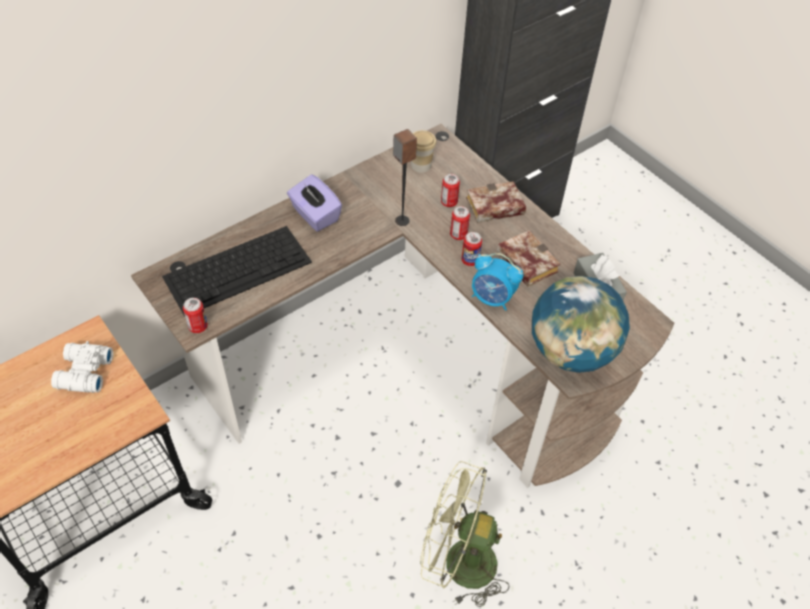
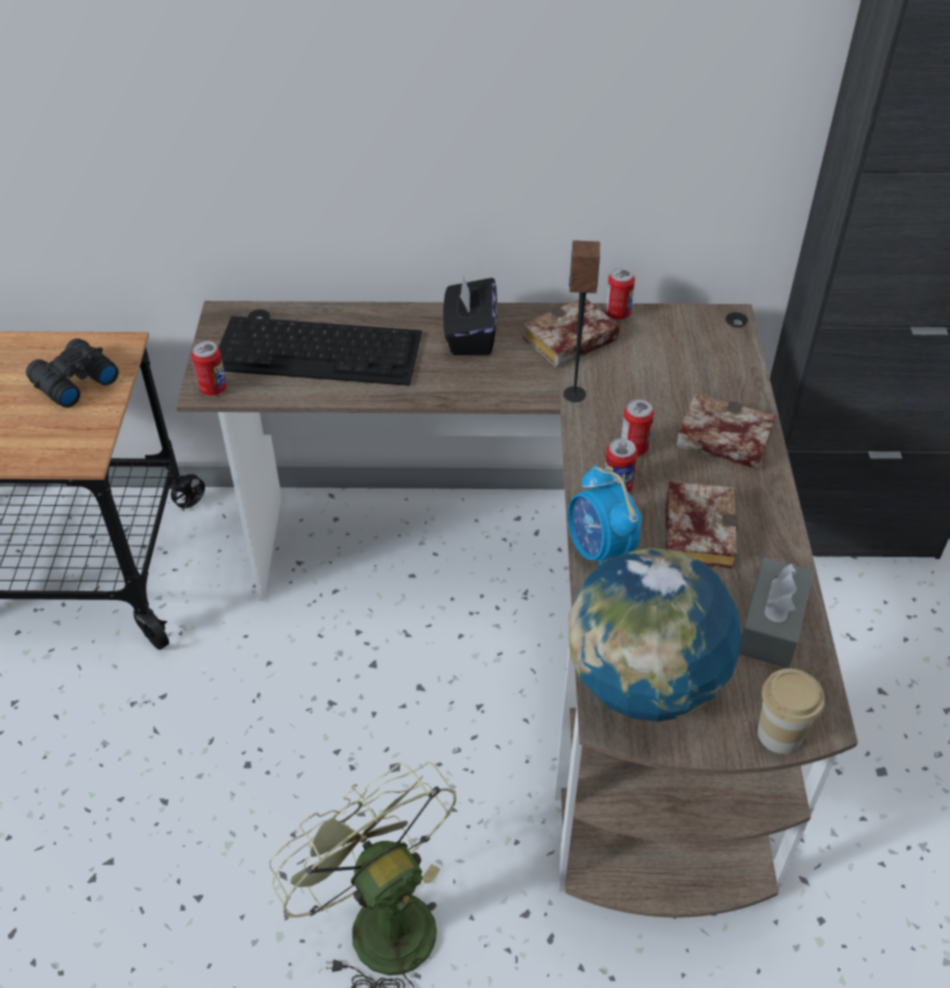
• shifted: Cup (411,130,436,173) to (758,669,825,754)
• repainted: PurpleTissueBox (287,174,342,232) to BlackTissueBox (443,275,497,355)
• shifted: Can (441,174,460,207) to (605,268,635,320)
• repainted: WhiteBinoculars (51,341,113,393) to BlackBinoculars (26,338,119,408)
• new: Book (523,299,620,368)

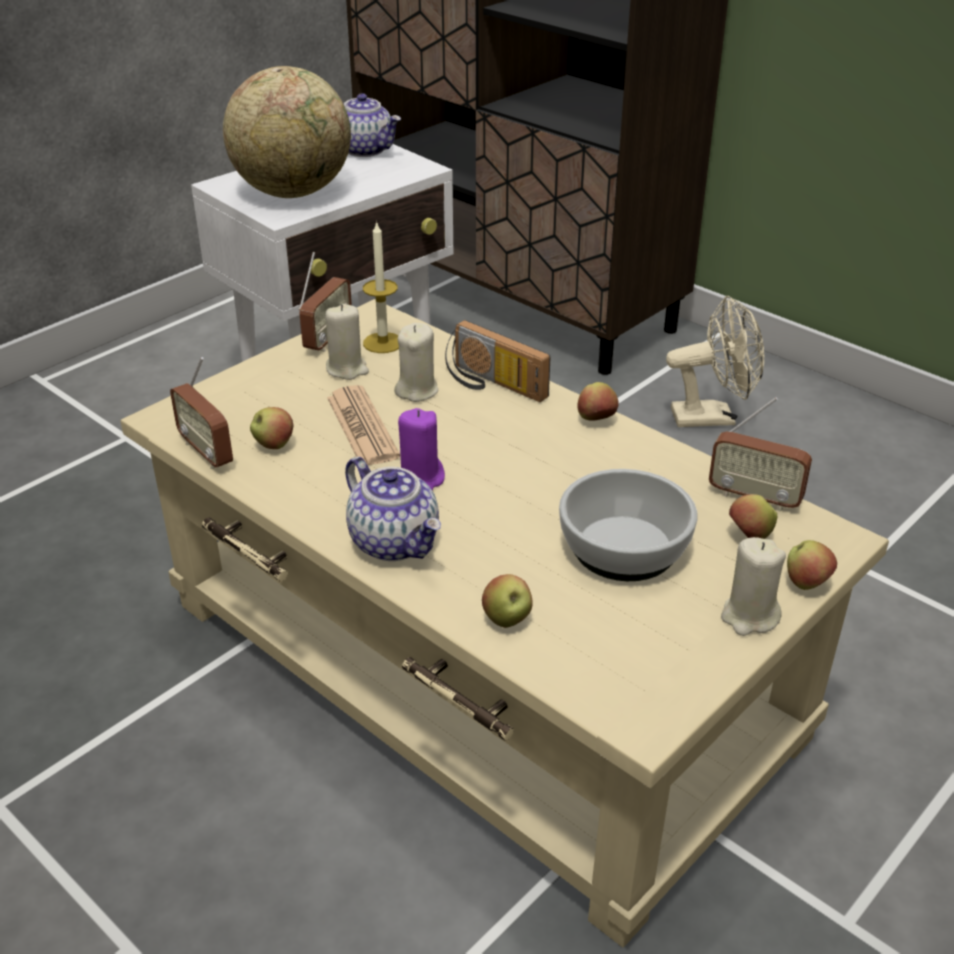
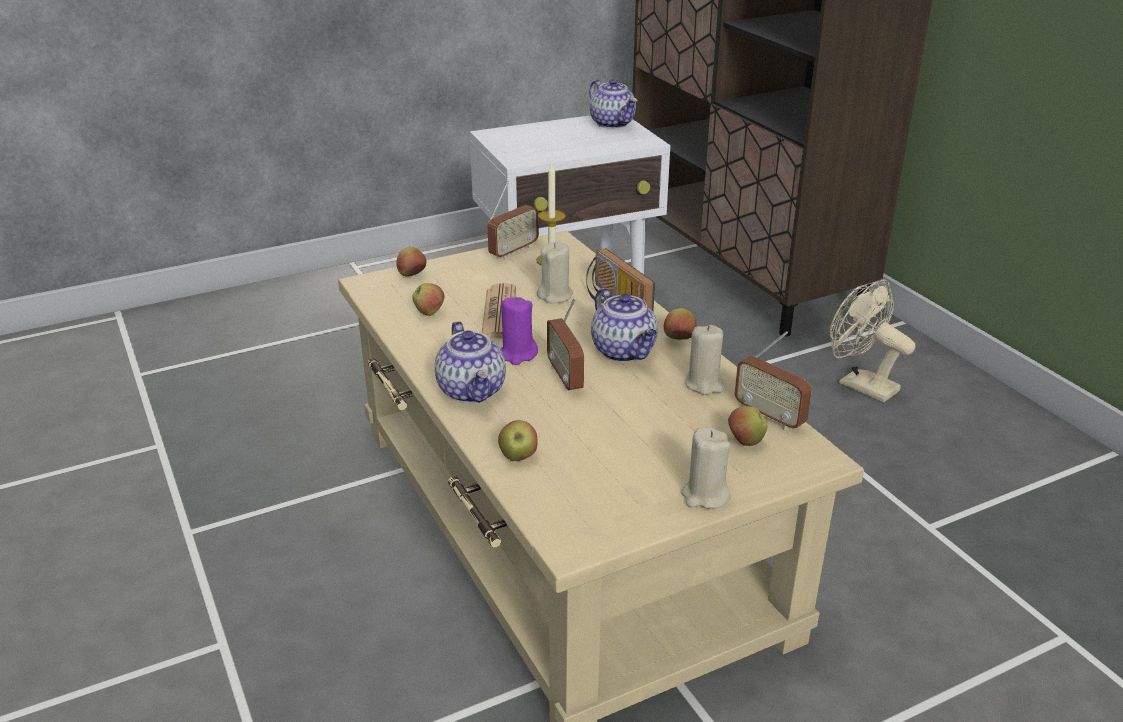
• gone: Globe (223,66,351,198)
• rotated: BeigeFan (666,296,765,427) = (830,279,915,402) 150 degrees counterclockwise
• shifted: BeigeCandle (325,304,369,380) to (685,325,724,395)
• shifted: Radio (170,357,233,469) to (547,298,584,391)
• gone: Bowl (559,469,697,581)
• shifted: Apple (787,540,837,590) to (396,247,426,277)
• new: Teapot (591,288,658,362)

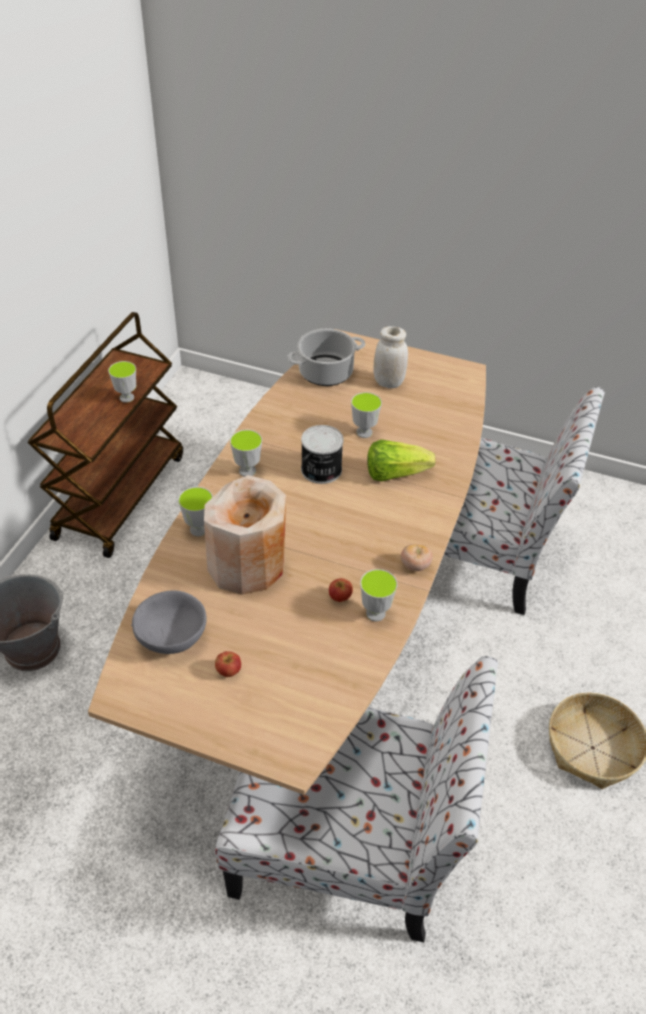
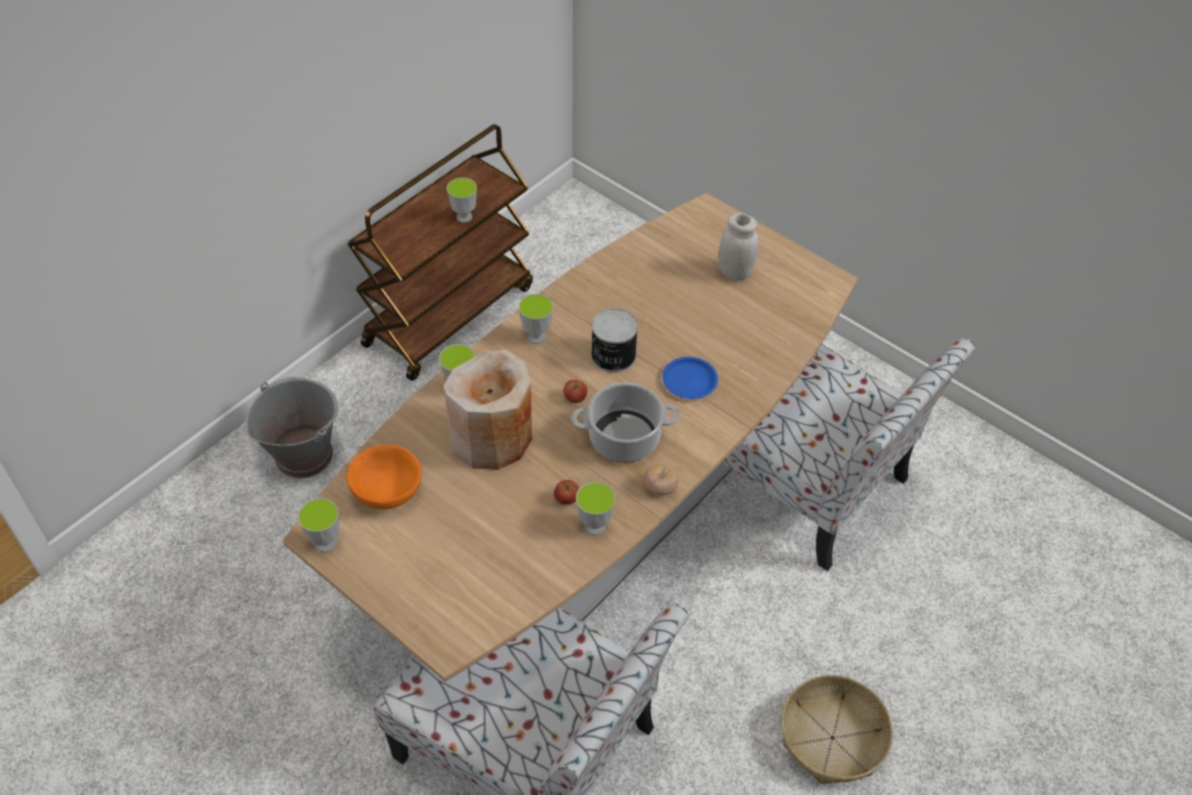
• shifted: CookingPot (287,329,365,386) to (572,383,680,462)
• shifted: Cup (351,392,382,438) to (298,498,339,552)
• swapped: Lettuce (367,440,436,481) to BluePlate (662,357,718,399)
• repainted: GreyBowl (131,590,206,654) to OrangeBowl (346,445,422,509)
• shifted: Apple (215,651,241,677) to (563,380,587,403)

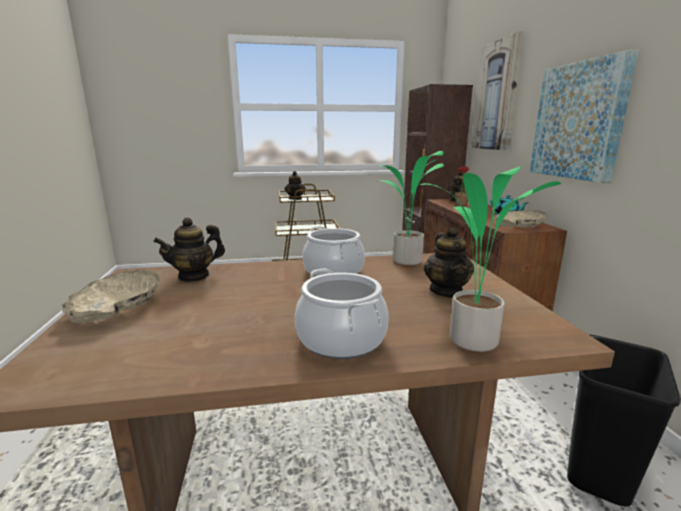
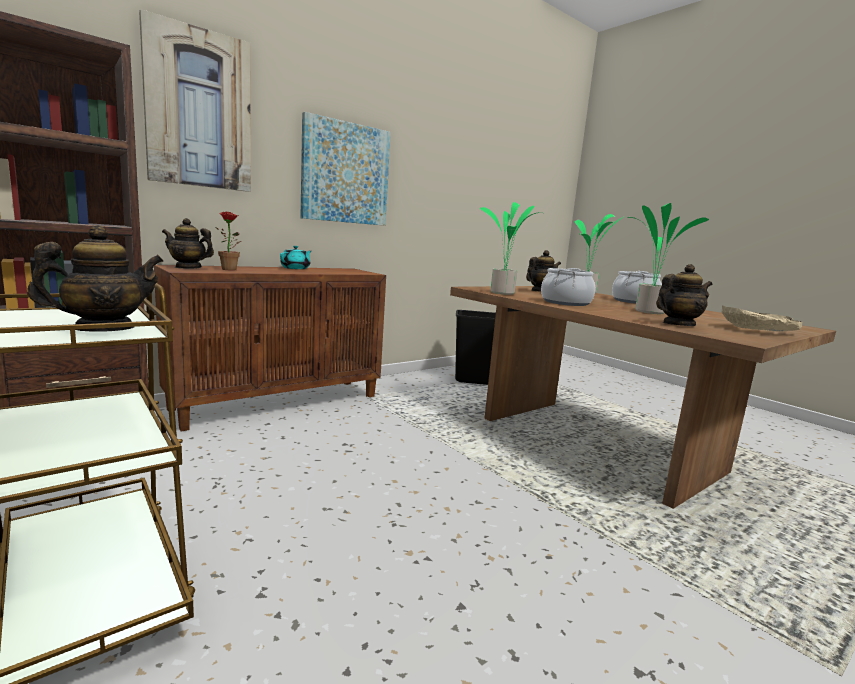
• gone: BeigeBowl (494,210,548,228)
• rotated: Teapot (153,217,225,282) = (656,264,713,326) 45 degrees counterclockwise
• new: PottedPlant (627,203,709,314)

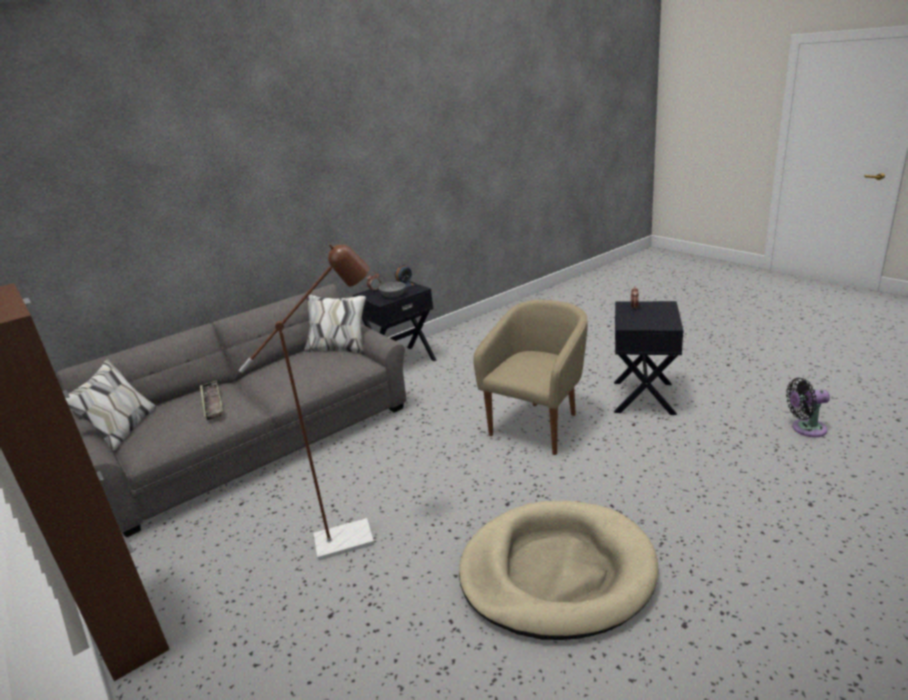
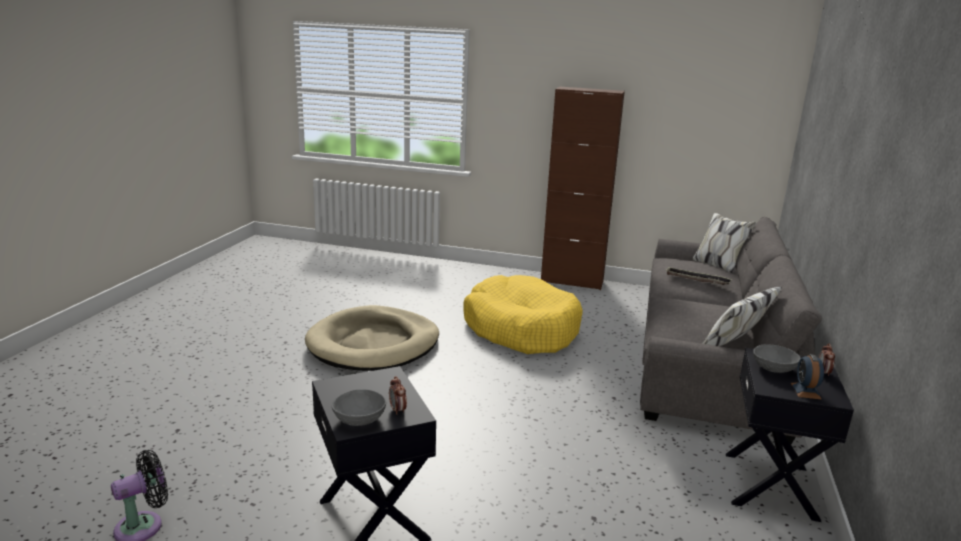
• swapped: BrownFloorLamp (239,244,374,561) to YellowDogBed (463,275,583,354)
• gone: BeigeArmchair (473,300,588,455)
• new: GreyBowl (332,389,386,426)

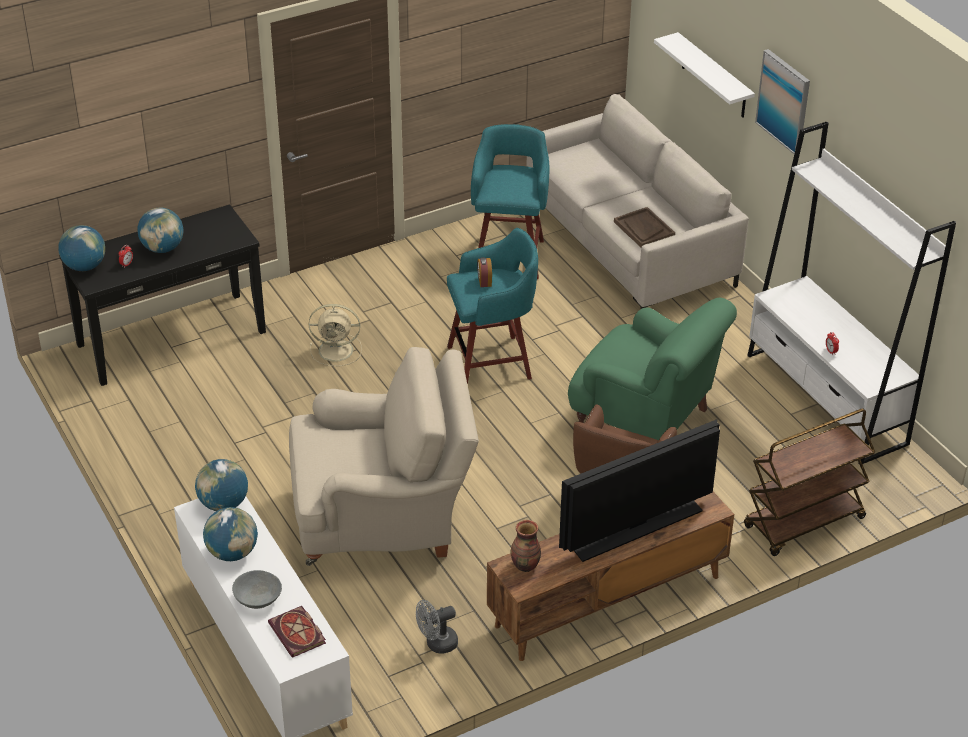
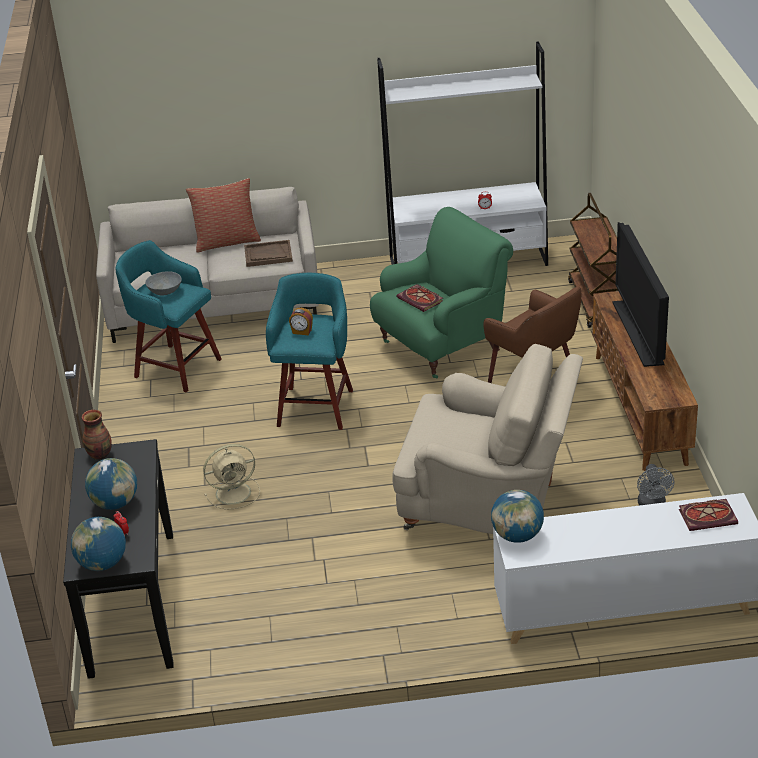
• gone: WhiteShelf (654,32,755,118)
• gone: Picture (755,49,810,154)
• rotated: BeigeFan (309,304,362,366) = (203,444,260,510) 45 degrees clockwise
• rotated: BeigeArmchair (289,347,479,566) = (392,344,583,534) 90 degrees clockwise
• gone: Globe (203,507,258,561)
• shifted: Vase (511,520,541,572) to (82,410,112,460)
• shifted: GreyBowl (232,570,282,609) to (145,271,182,295)
• new: Pillow (186,178,261,253)
• new: Book (397,284,443,312)

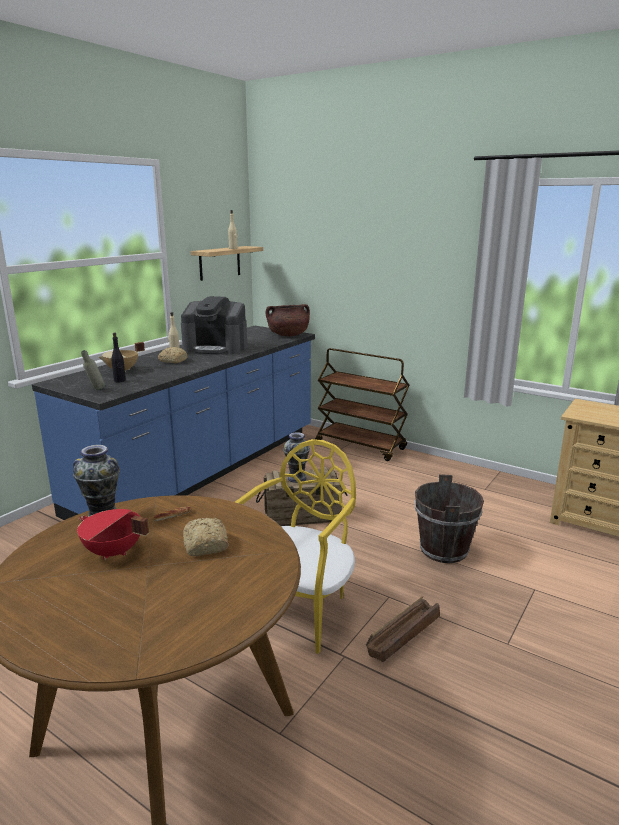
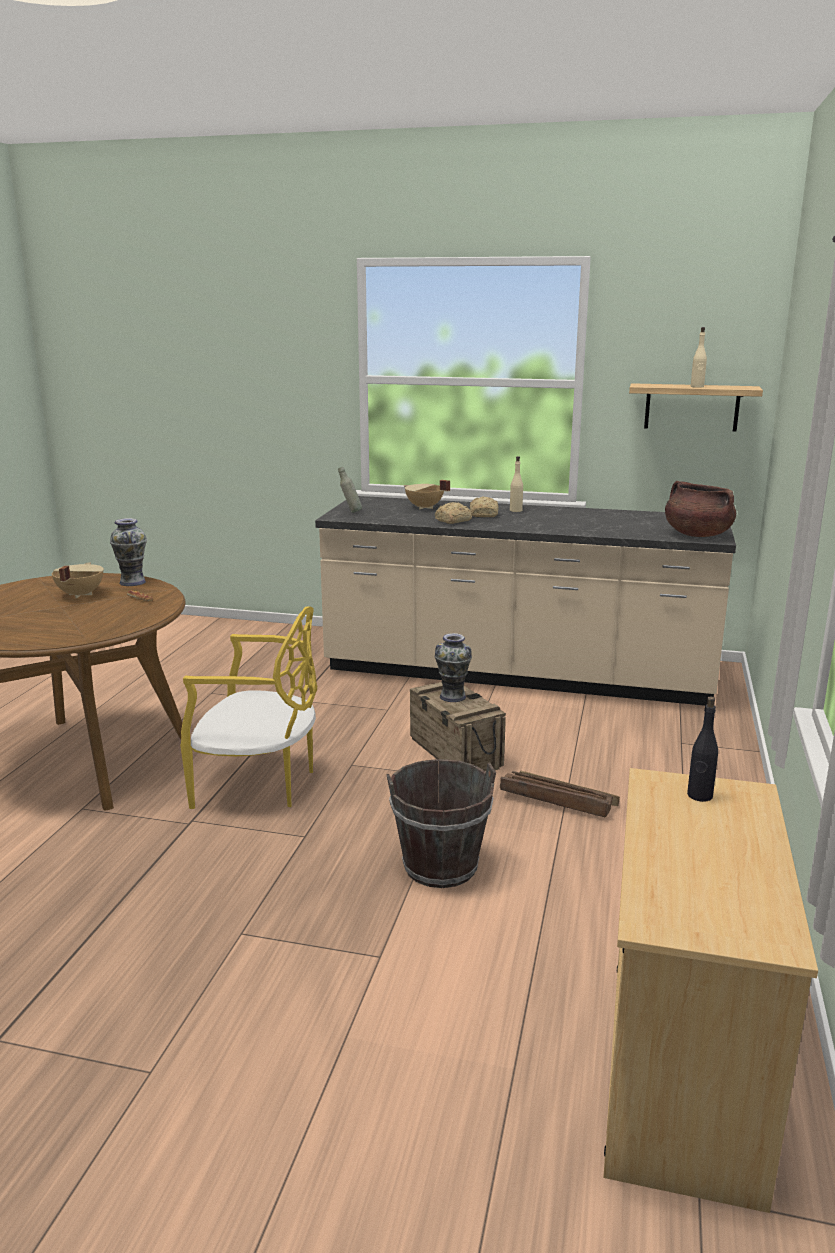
• gone: CoffeeMachine (181,296,247,354)
• repainted: BlueCounter (32,326,315,520) to BeigeCounter (315,496,736,706)
• shifted: BlackBottle (111,333,126,382) to (687,697,718,802)
• gone: BrownCart (315,348,409,461)
• repainted: RedCookingPot (77,509,149,560) to BeigeCookingPot (52,562,104,598)
• shifted: Bread (183,518,229,556) to (435,502,472,524)
• shifted: Crate (366,596,440,662) to (500,771,620,817)

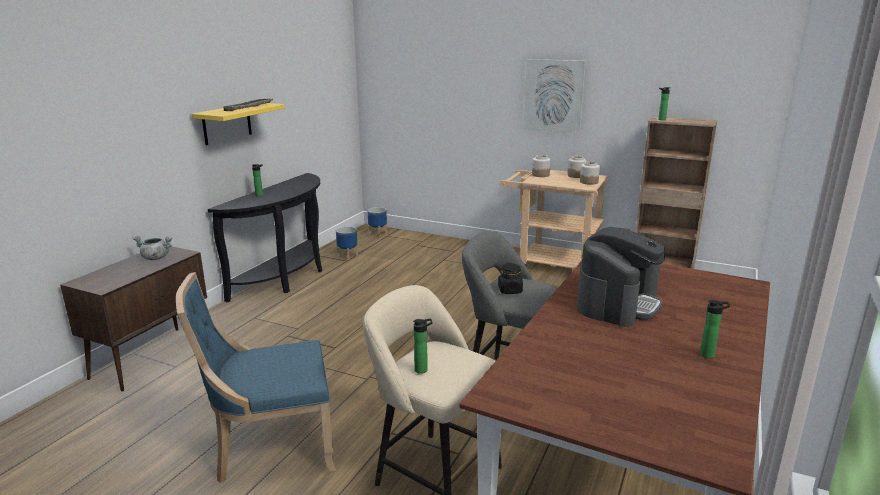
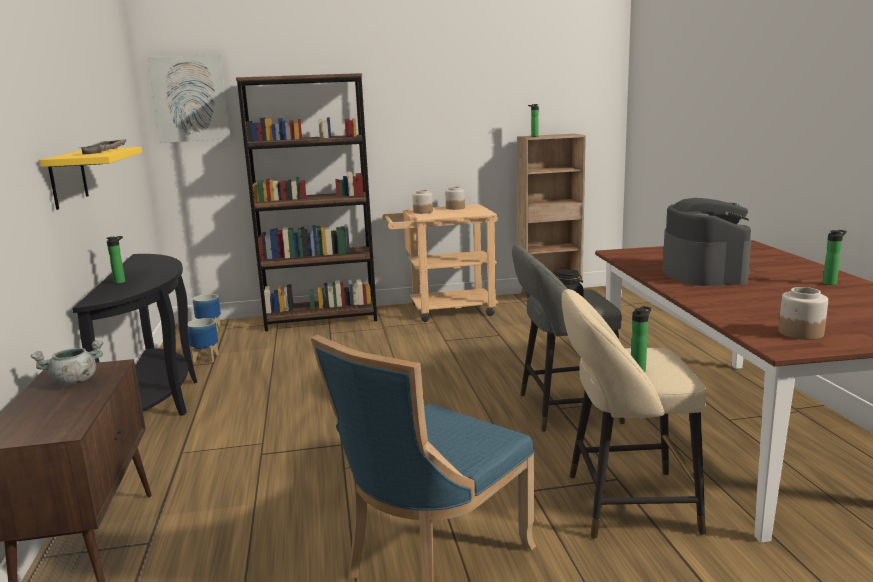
• shifted: Picture (523,59,586,133) to (148,55,231,143)
• shifted: Jar (580,161,600,185) to (779,287,828,340)
• new: BrownBookcase (236,73,377,331)

